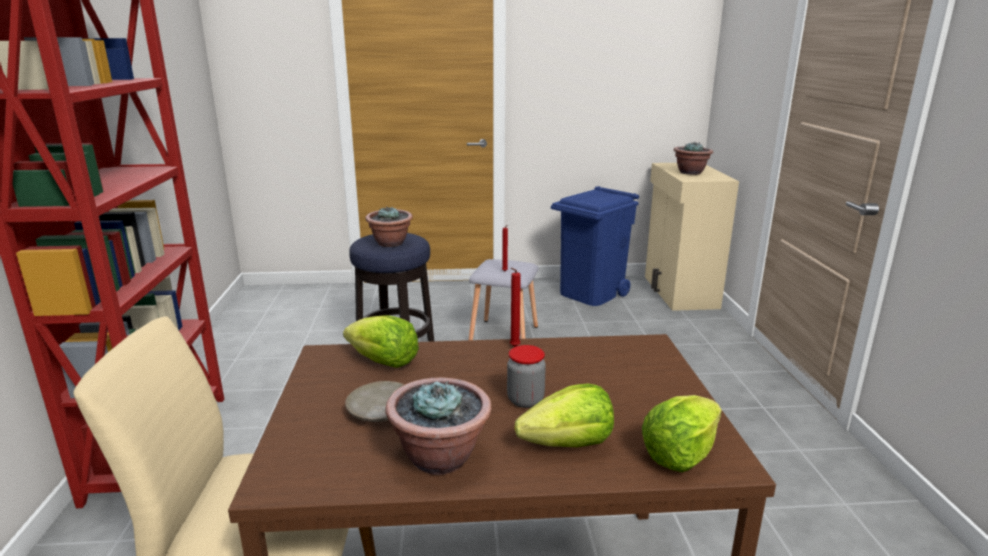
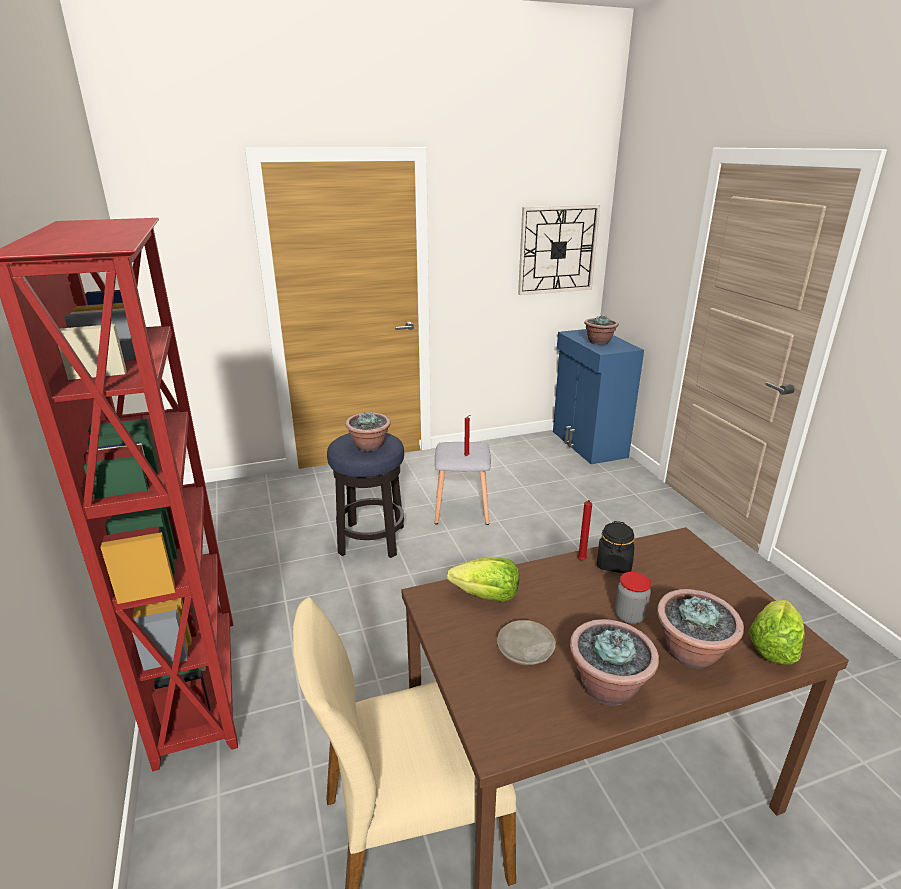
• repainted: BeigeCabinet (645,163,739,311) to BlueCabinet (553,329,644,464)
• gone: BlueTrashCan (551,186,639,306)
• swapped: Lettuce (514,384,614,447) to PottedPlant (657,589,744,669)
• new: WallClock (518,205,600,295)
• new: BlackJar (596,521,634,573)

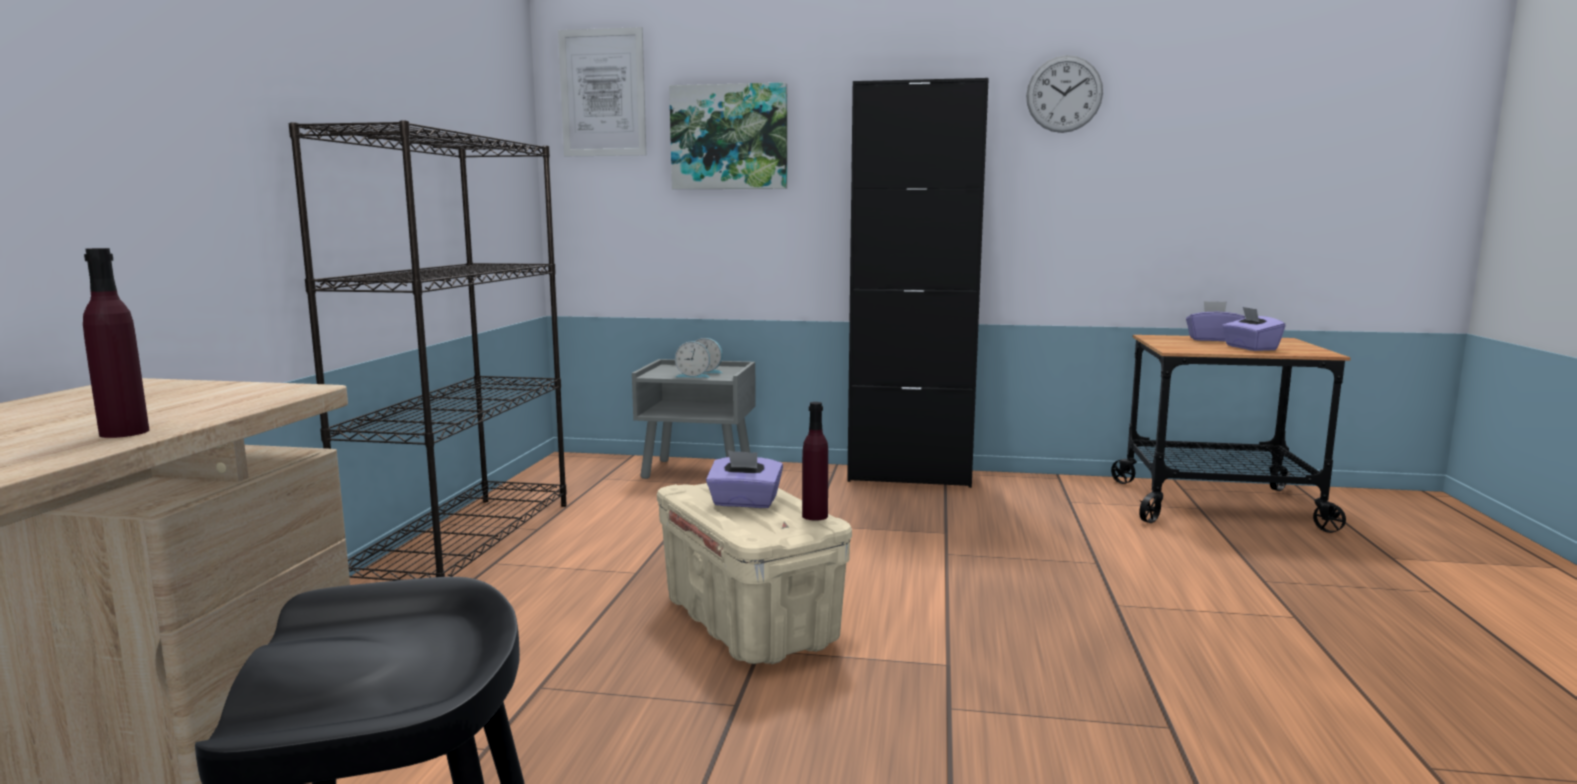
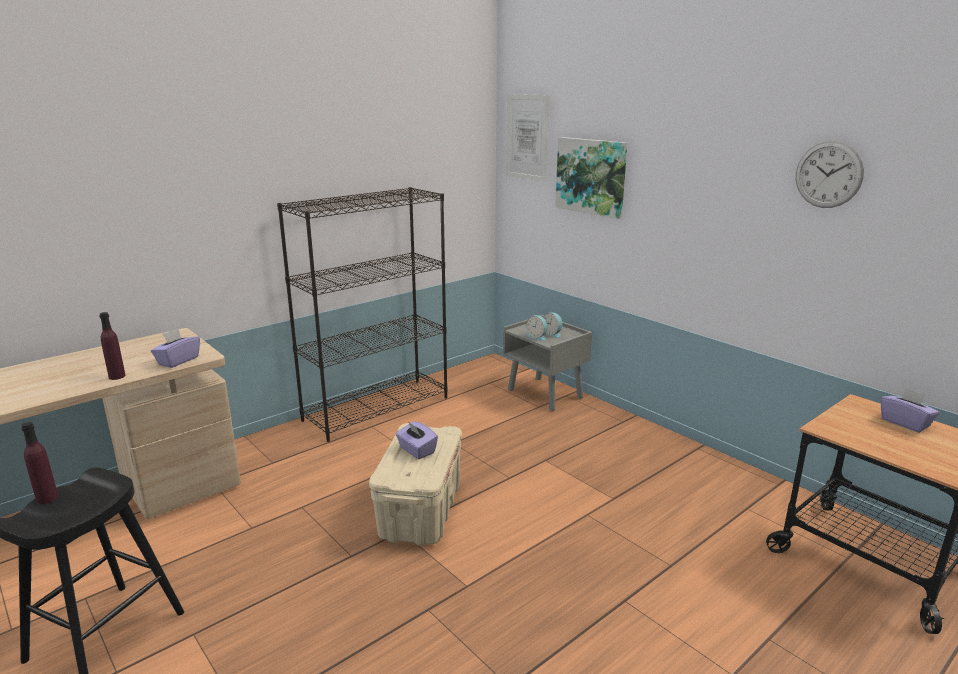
• gone: BlackCabinet (847,78,989,488)
• shifted: PurpleTissueBox (1222,307,1286,351) to (151,328,200,368)
• shifted: PurpleBottle (802,402,828,521) to (21,422,58,504)

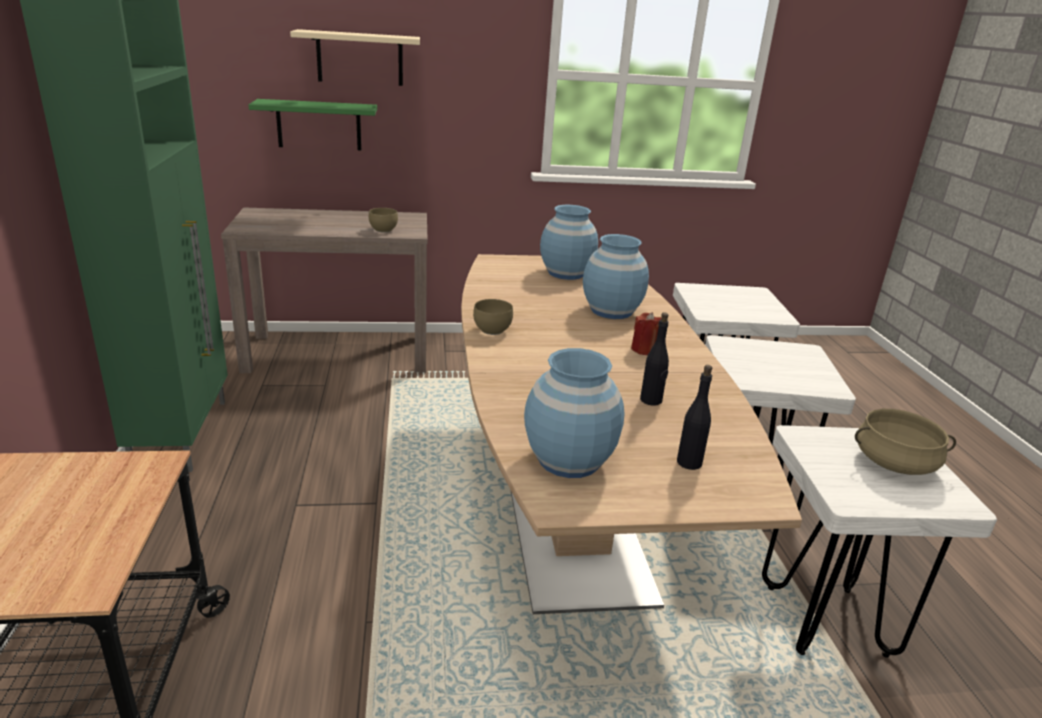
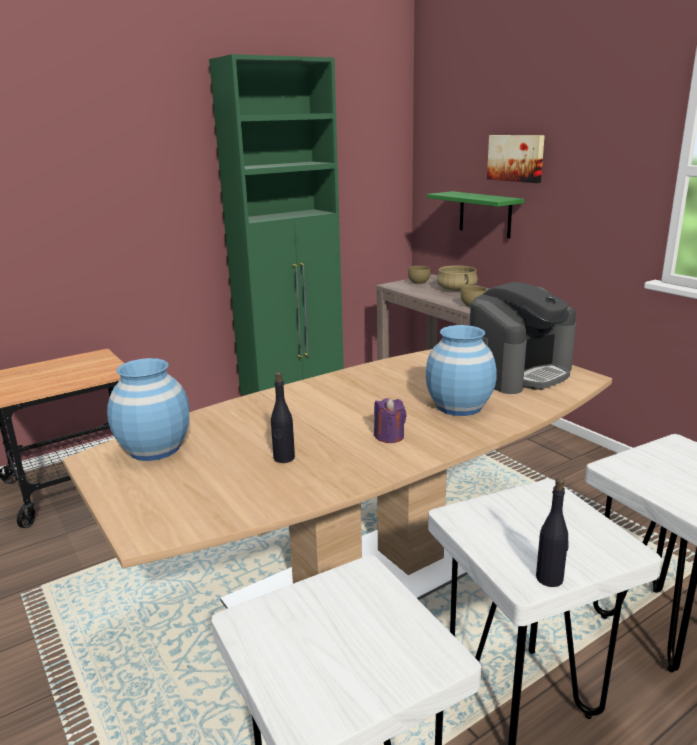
• swapped: BeigeShelf (290,29,420,86) to Picture (487,135,545,183)
• swapped: BlueVase (540,205,598,280) to CoffeeMachine (470,282,576,394)
• shifted: BrownBowl (473,299,513,335) to (408,266,431,284)
• repainted: RedCandle (631,312,661,355) to PurpleCandle (374,398,407,443)
• shifted: BlackBottle (677,365,712,470) to (536,478,569,587)
• shifted: BeigeCookingPot (855,409,956,475) to (437,265,478,291)

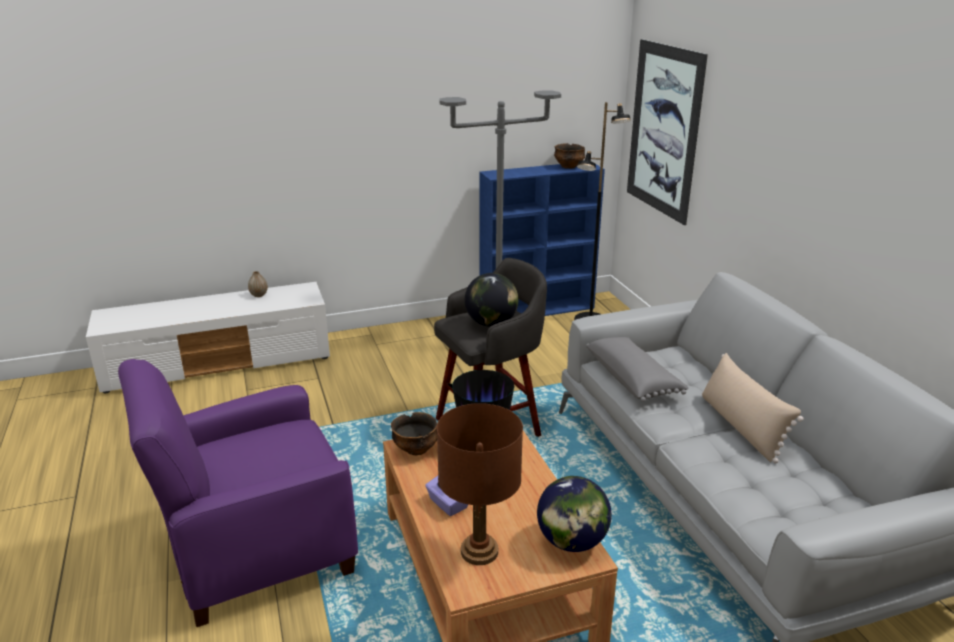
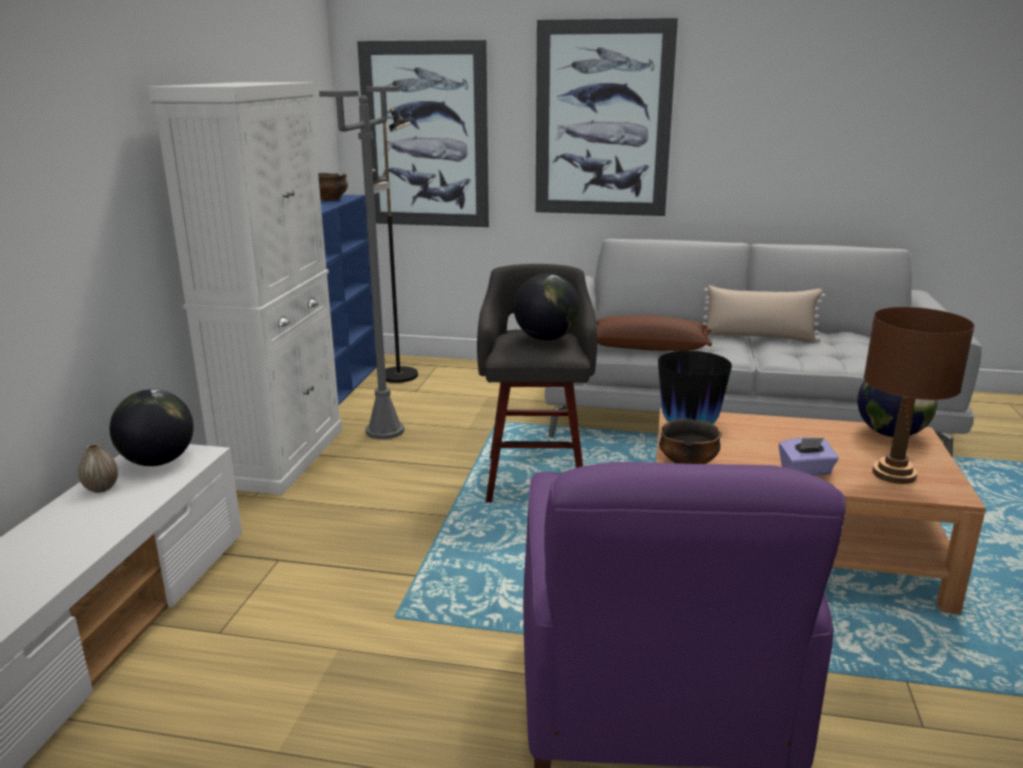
• repainted: GreyPillow (586,337,688,402) to BrownPillow (596,315,712,351)
• new: Picture (536,18,678,216)
• new: WhiteCabinet (148,82,342,495)
• new: Globe (110,389,194,466)

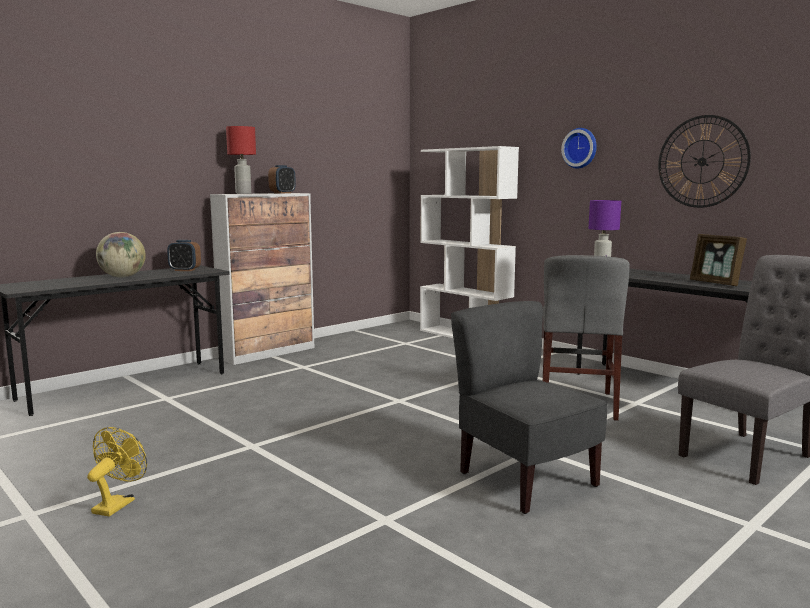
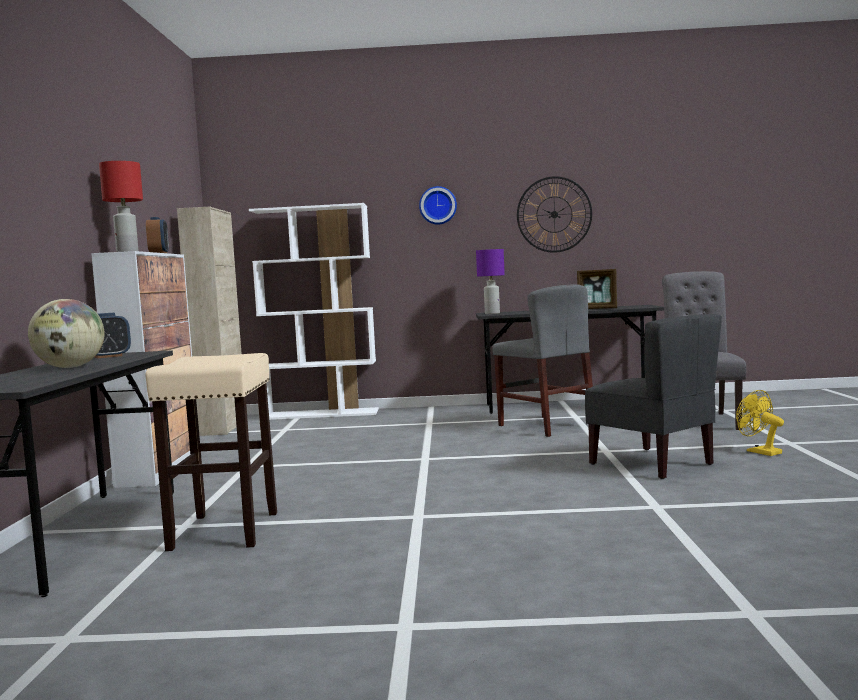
• rotated: GreyChair (451,301,608,514) = (585,314,722,479) 135 degrees counterclockwise
• shifted: YellowFan (87,427,147,516) to (736,390,784,456)
• new: BeigeCabinet (177,207,242,436)
• new: BeigeStool (146,353,277,551)

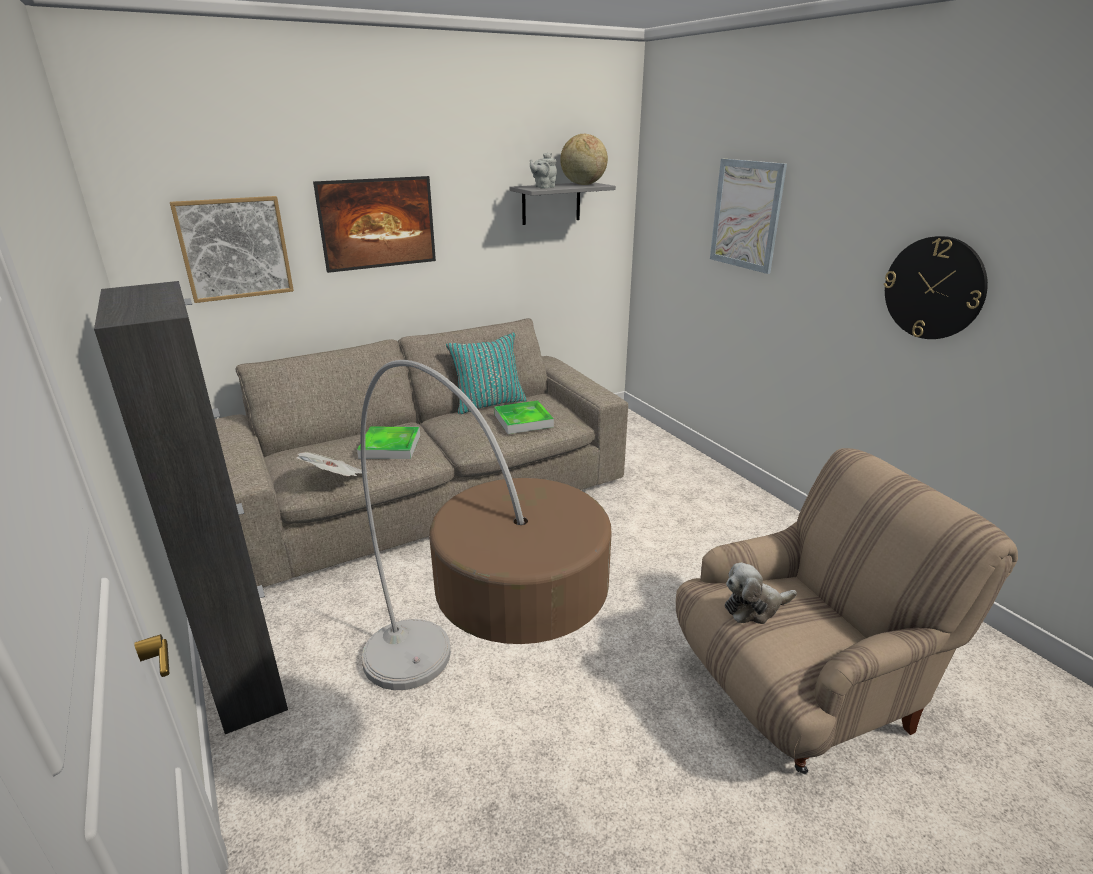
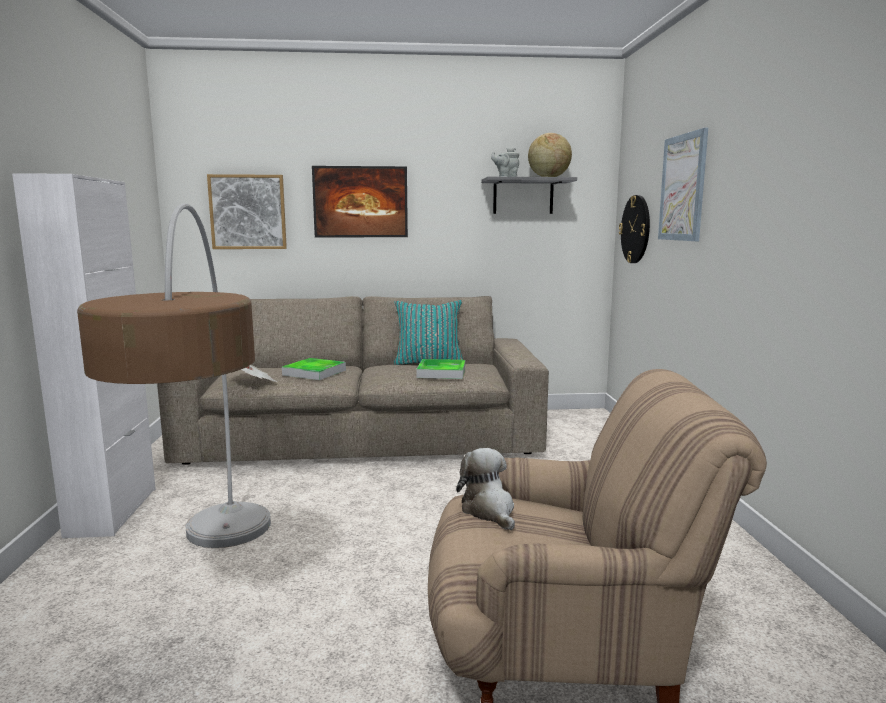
• shifted: WallClock (884,236,988,339) to (619,195,650,263)
• repainted: BlackCabinet (94,281,288,734) to WhiteCabinet (12,173,156,538)
• rotated: PlushToy (724,563,797,624) = (456,448,515,530) 60 degrees clockwise

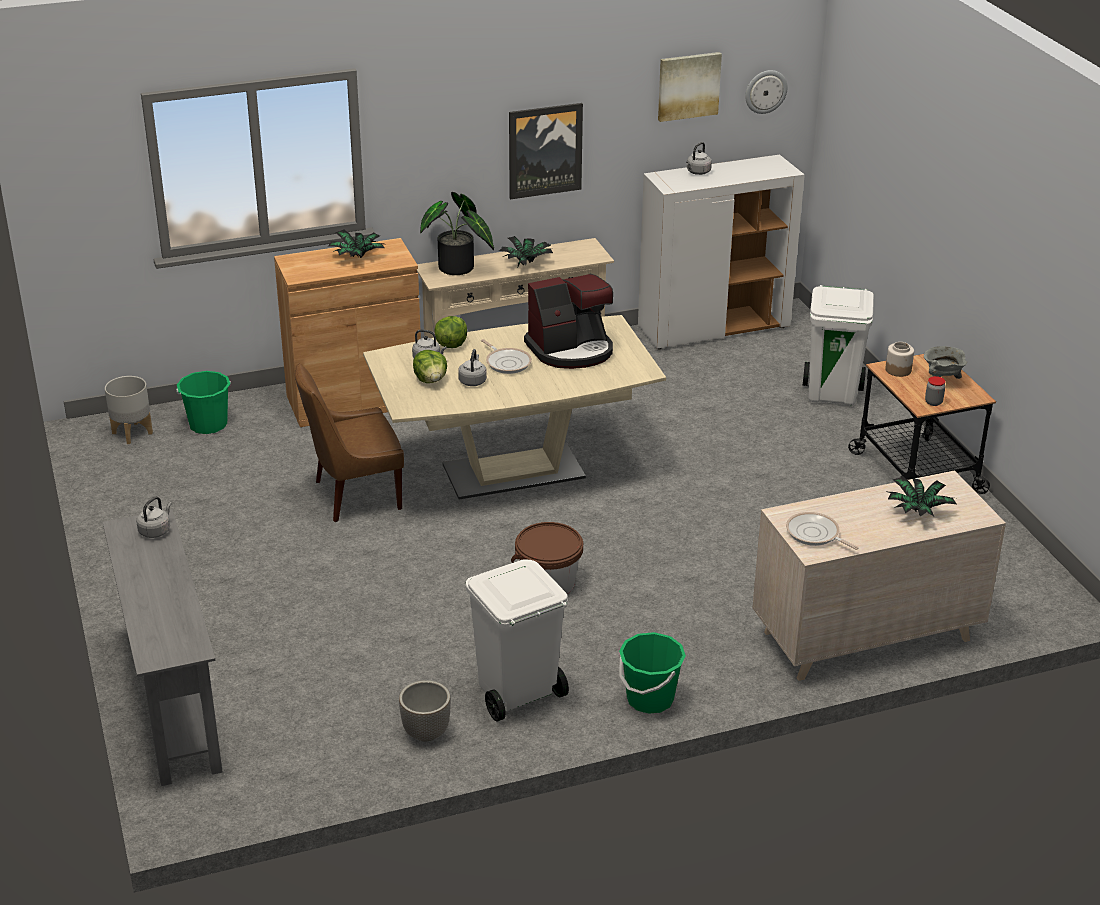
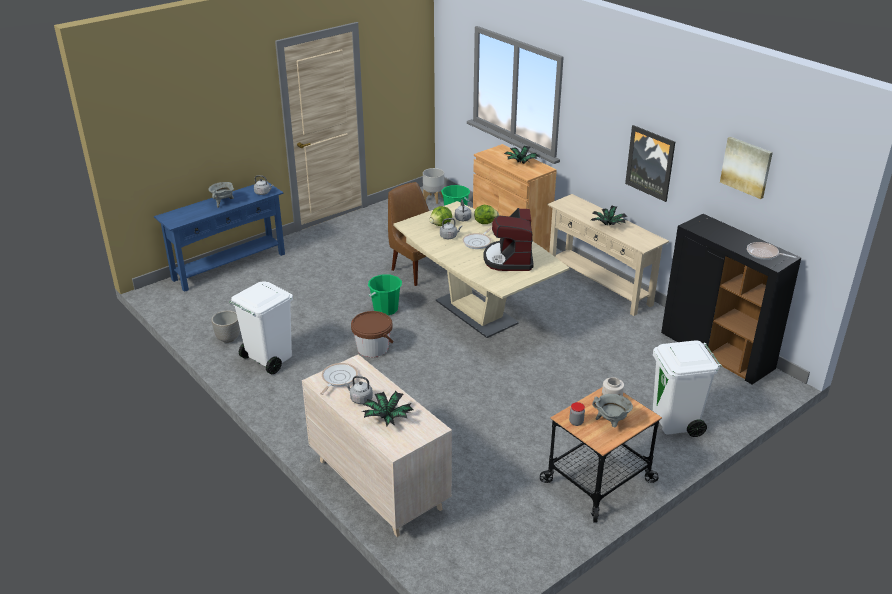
• gone: WallClock (745,70,788,114)
• shifted: GreyKettle (686,142,712,175) to (345,376,373,404)
• repainted: WhiteCabinet (638,154,805,349) to BlackCabinet (661,214,801,385)
• gone: PottedPlant (420,192,494,275)
• rotated: CoffeeMachine (524,274,613,369) = (483,208,533,271) 45 degrees clockwise
• repainted: GreyConsoleTable (103,509,223,786) to BlueConsoleTable (154,182,285,292)
• shifted: GreenBucket (619,632,686,714) to (368,274,402,315)
• new: GreyCookingPot (208,182,234,208)
• new: FryingPan (747,242,796,260)

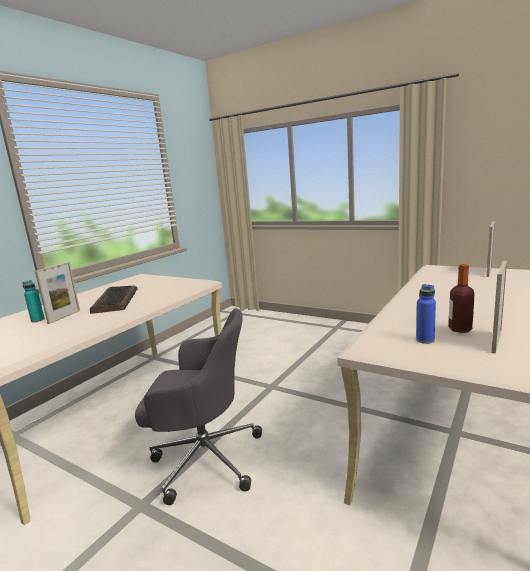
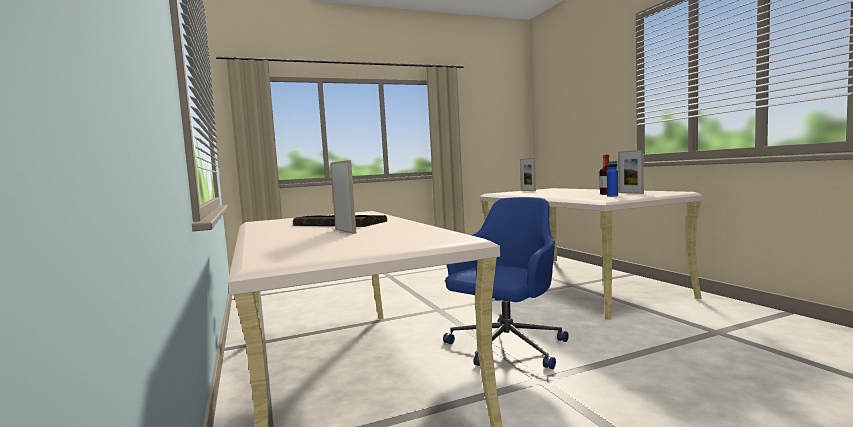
• gone: TurquoiseBottle (22,280,45,322)
• repainted: GreyOfficeChair (135,308,262,505) to BlueOfficeChair (443,197,568,369)

